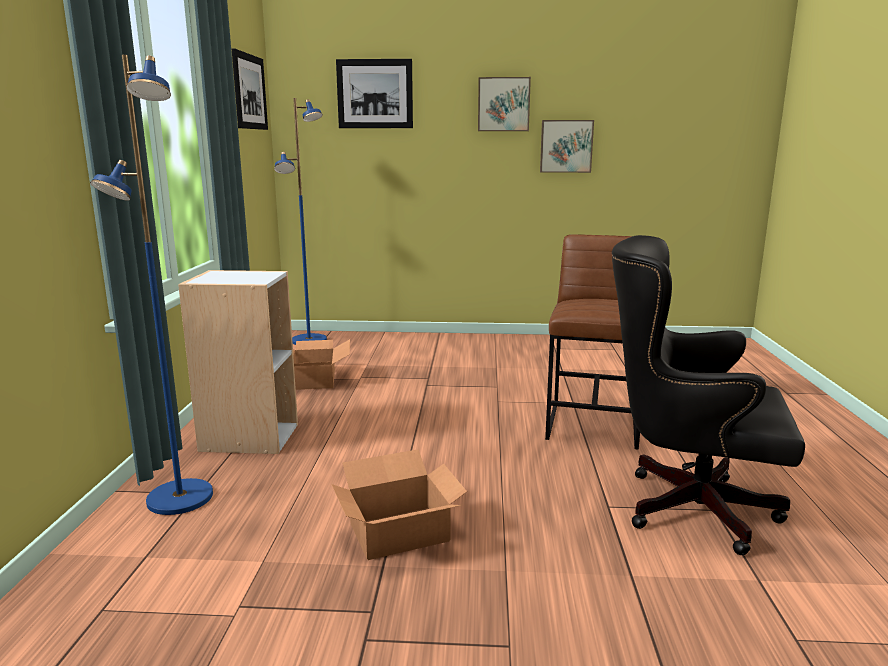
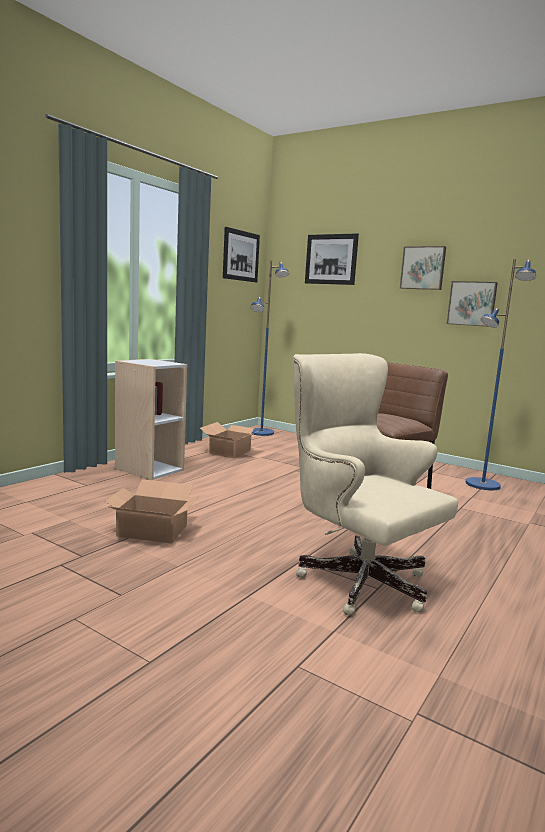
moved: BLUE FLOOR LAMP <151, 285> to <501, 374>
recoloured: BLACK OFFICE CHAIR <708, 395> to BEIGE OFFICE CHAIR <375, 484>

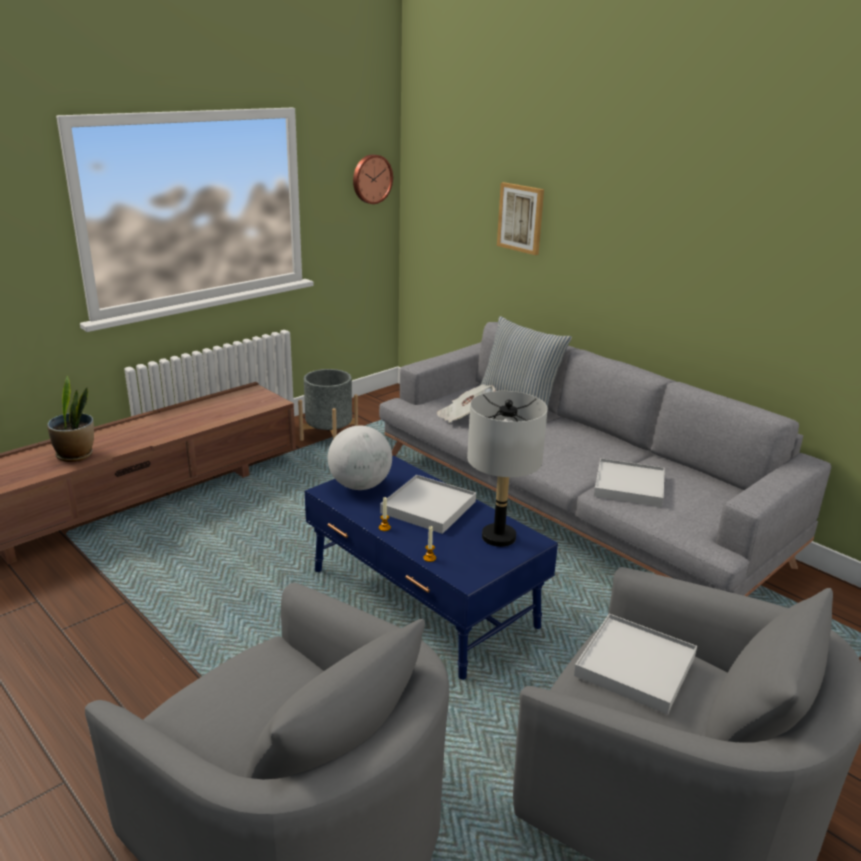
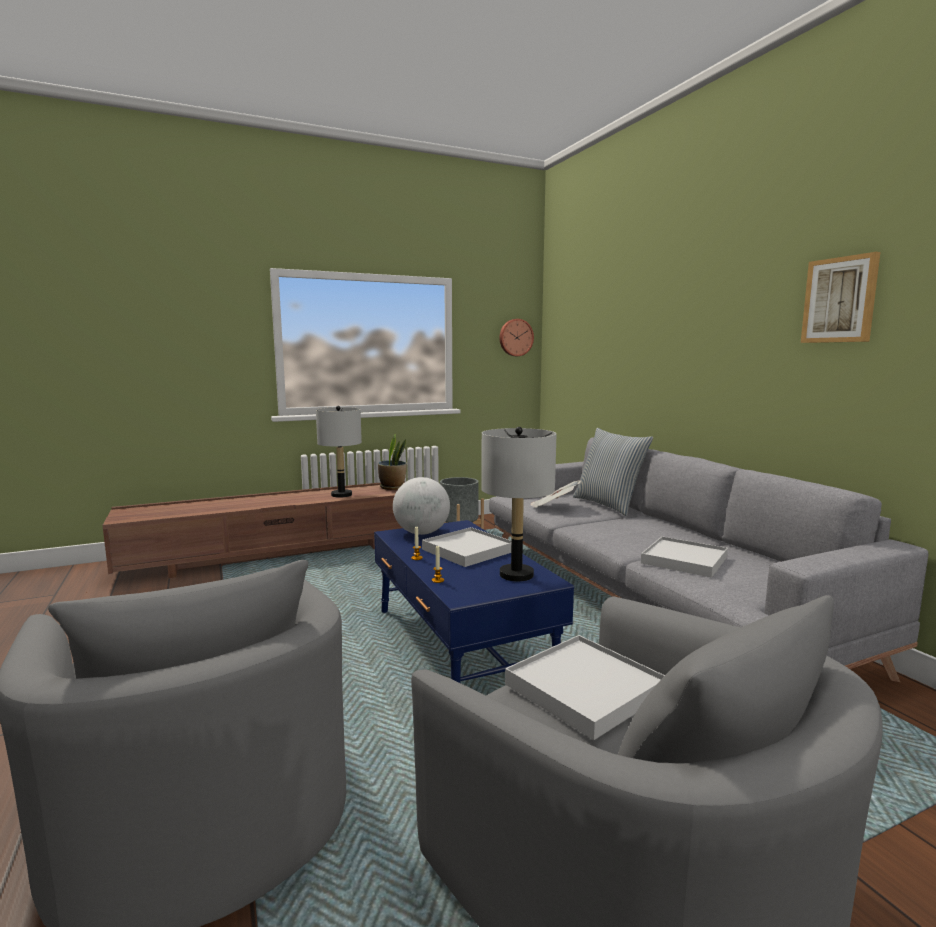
added: GREY TABLE LAMP <339, 451>
moved: PICTURE <520, 218> to <840, 297>; POTTED PLANT <70, 418> to <392, 462>

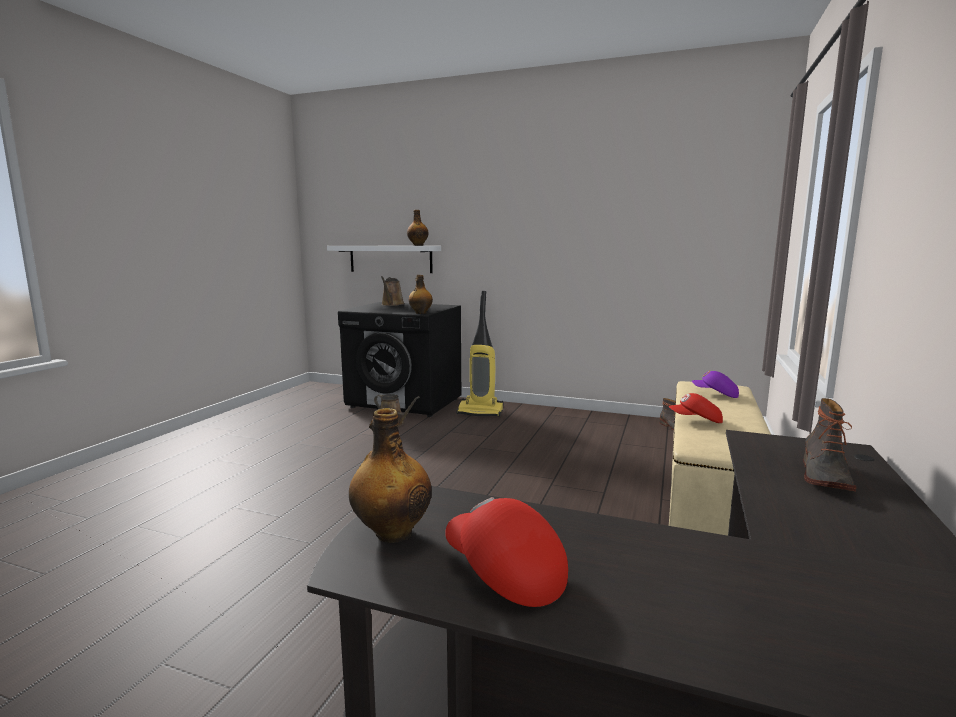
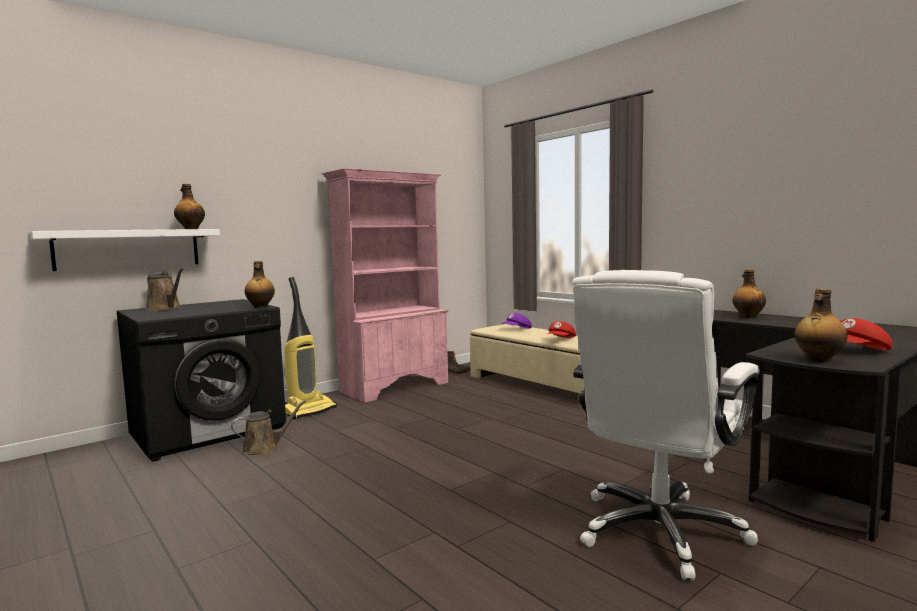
added: PINK BOOKCASE <384, 285>; WHITE OFFICE CHAIR <666, 425>
replaced: BOOT <830, 444> to BOTTLE <749, 293>

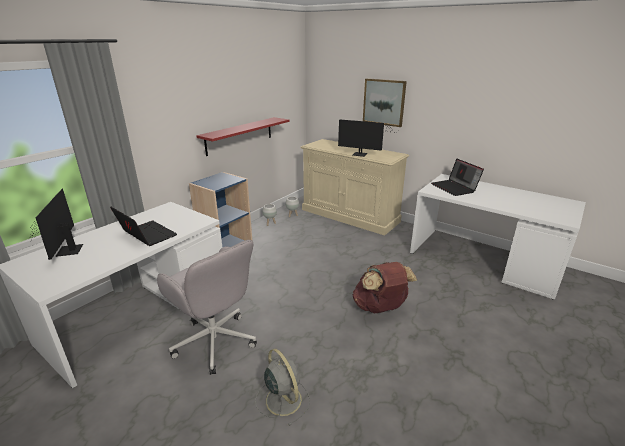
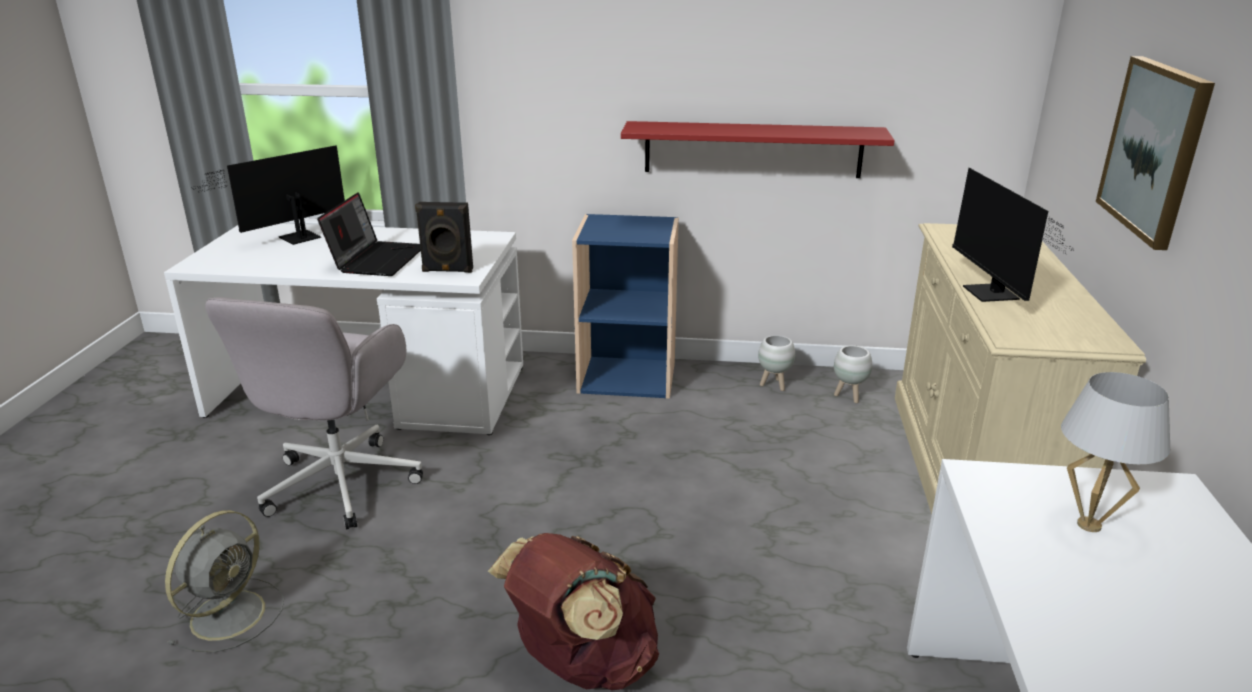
added: BLACK SPEAKER <444, 237>
replaced: LAPTOP <457, 177> to WHITE TABLE LAMP <1115, 452>

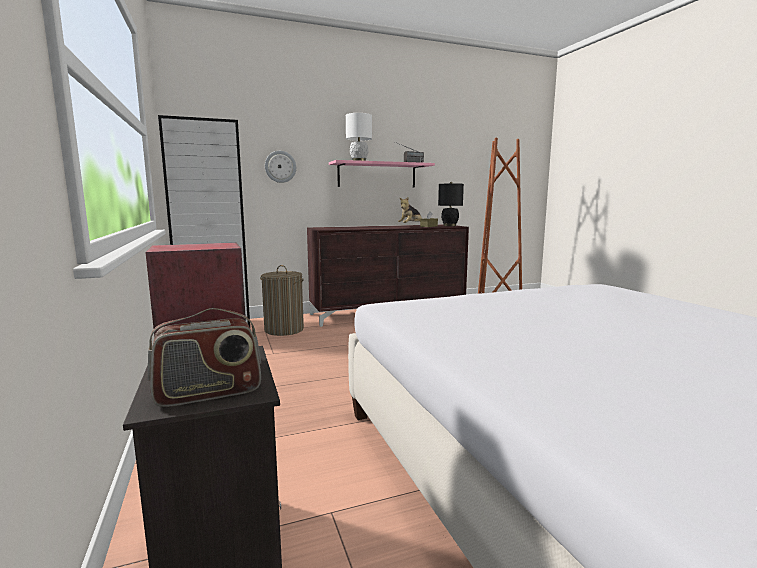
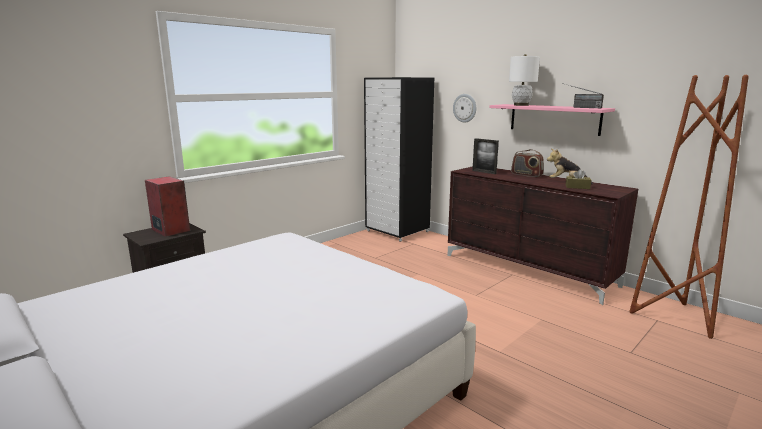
removed: BLACK TABLE LAMP <451, 204>; LAUNDRY BASKET <282, 300>
added: PICTURE FRAME <485, 156>
moved: RADIO <204, 357> to <527, 163>

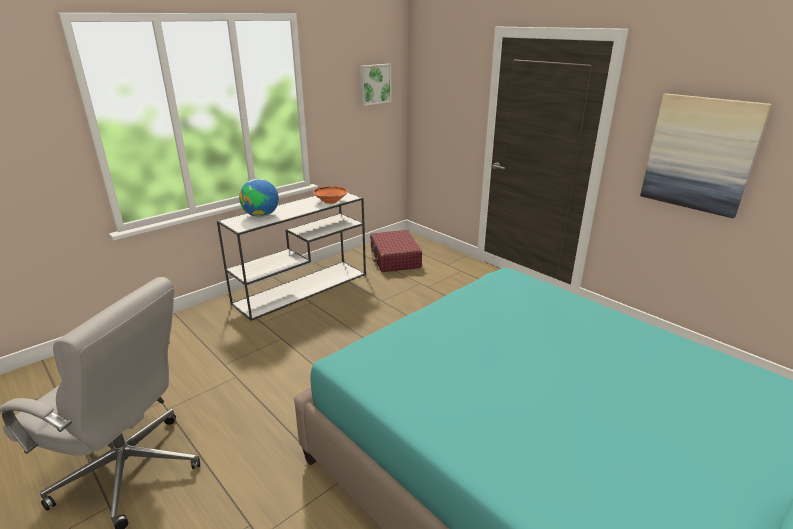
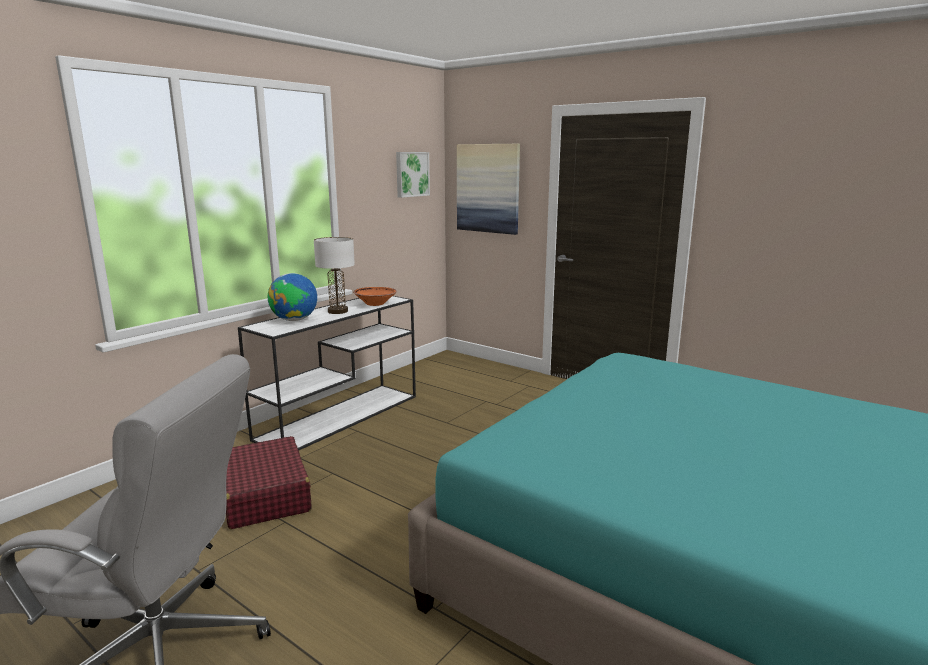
added: TABLE LAMP <334, 275>
moved: PICTURE <706, 156> to <488, 189>; RED SUITCASE <396, 251> to <269, 482>

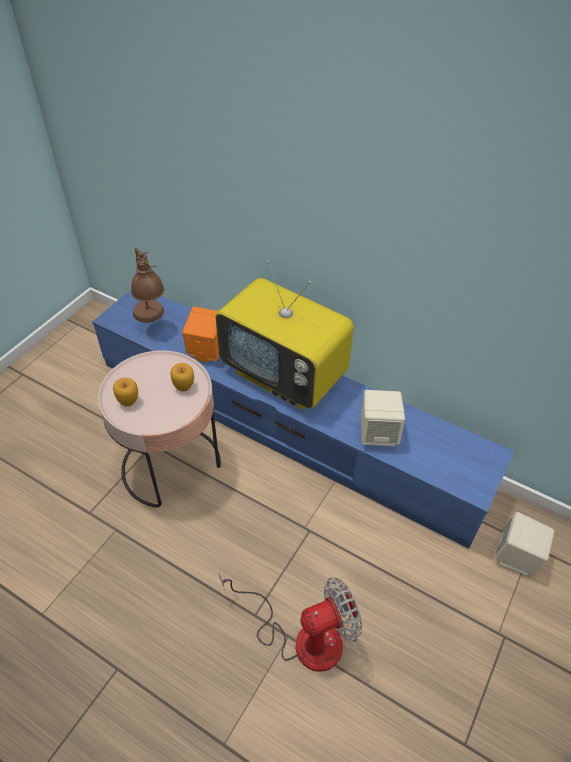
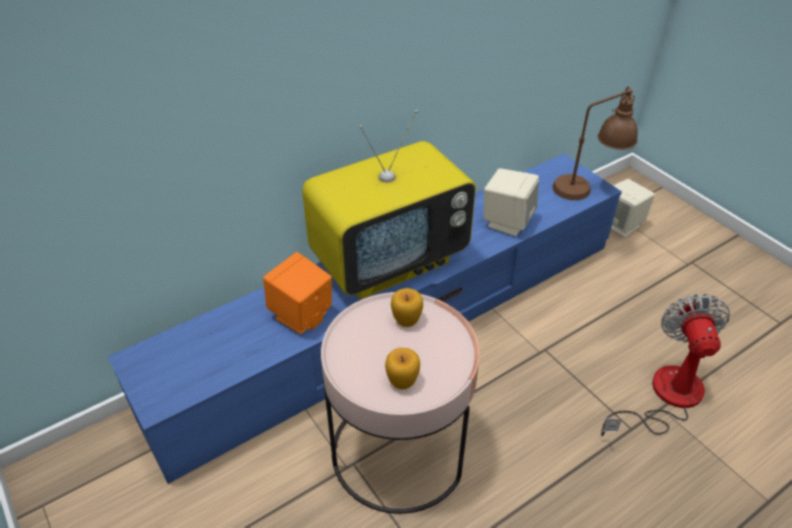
moved: BROWN TABLE LAMP <147, 285> to <595, 143>

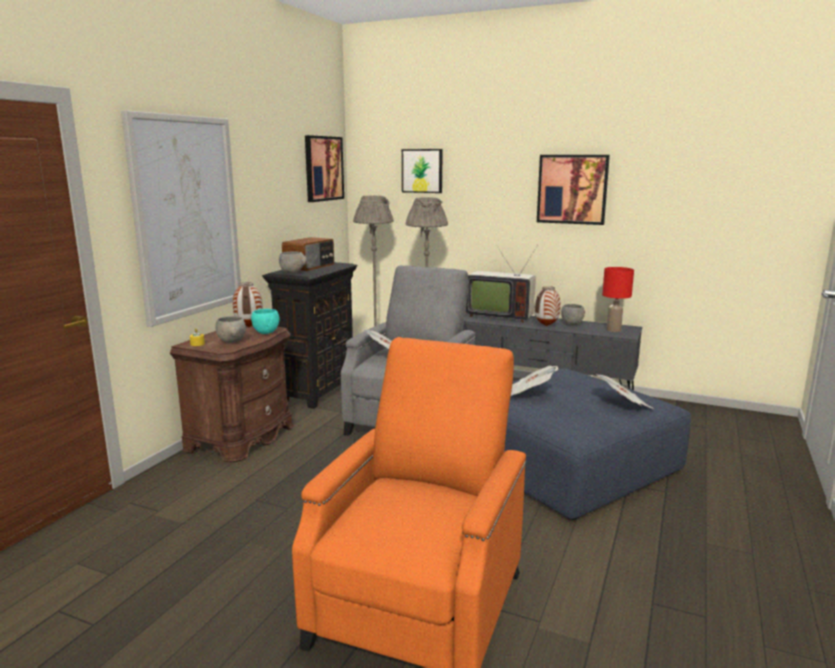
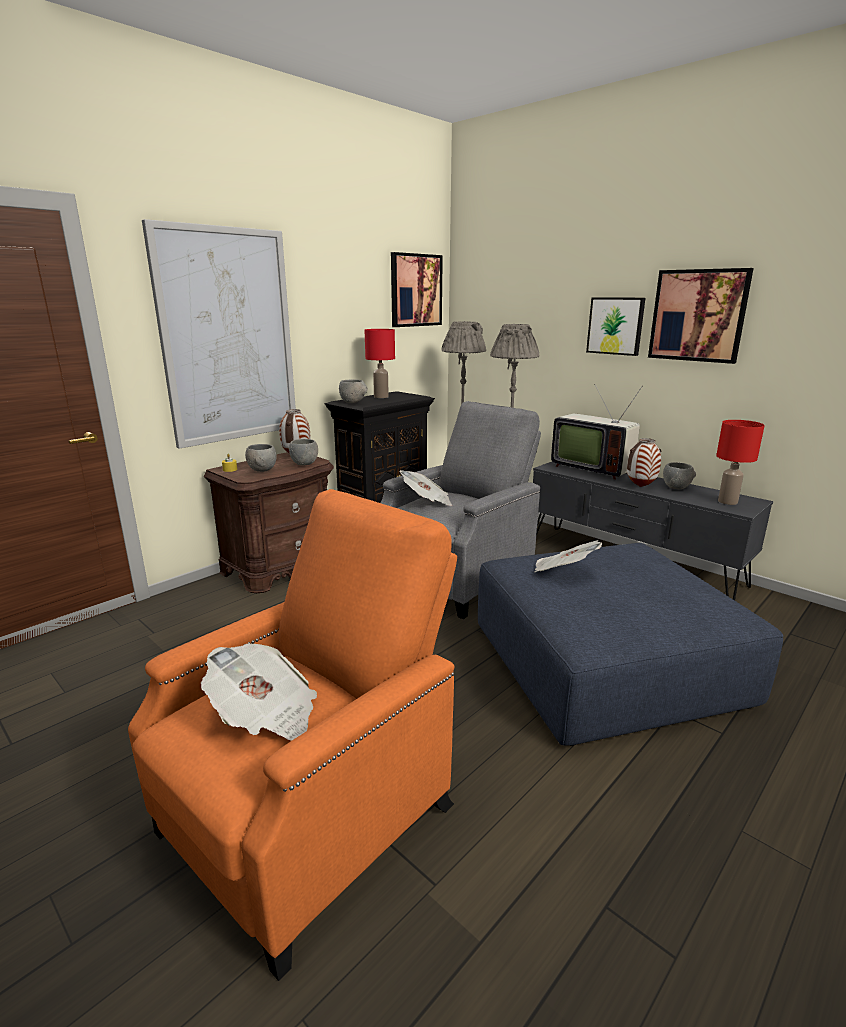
moved: PICTURE <422, 171> to <615, 326>; NEWSPAPER <625, 391> to <259, 692>
replaced: RADIO <308, 254> to RED TABLE LAMP <379, 363>
recoloured: TURQUOISE BOWL <265, 321> to GREY BOWL <303, 452>

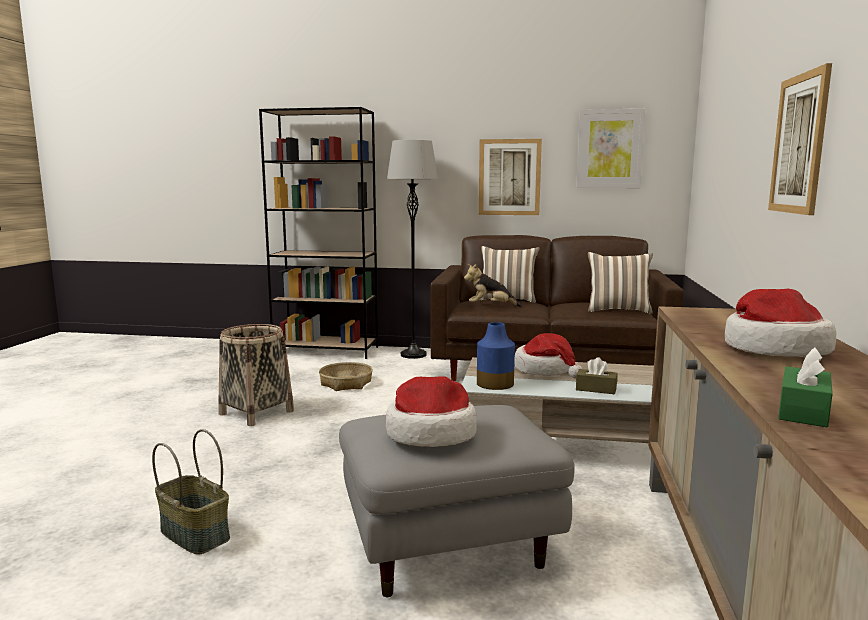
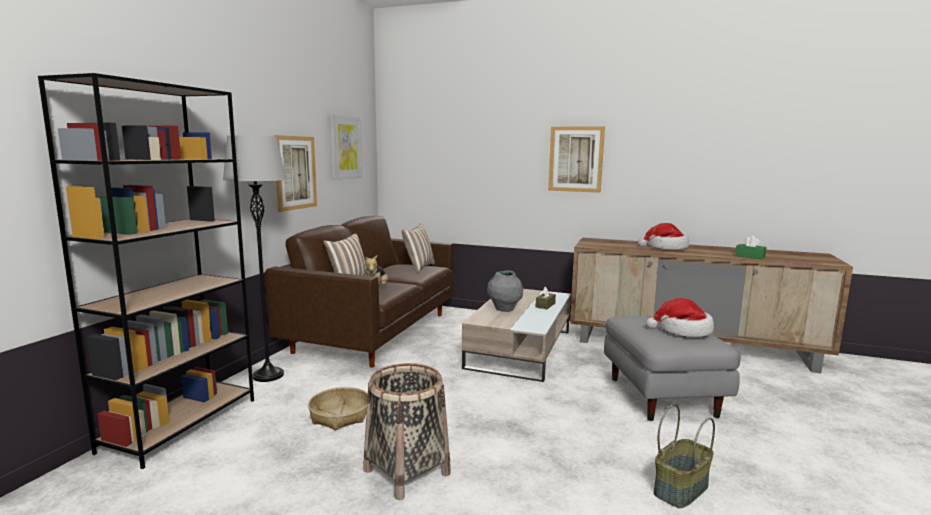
removed: BLUE VASE <496, 356>
replaced: HAT <548, 355> to GREY VASE <505, 291>

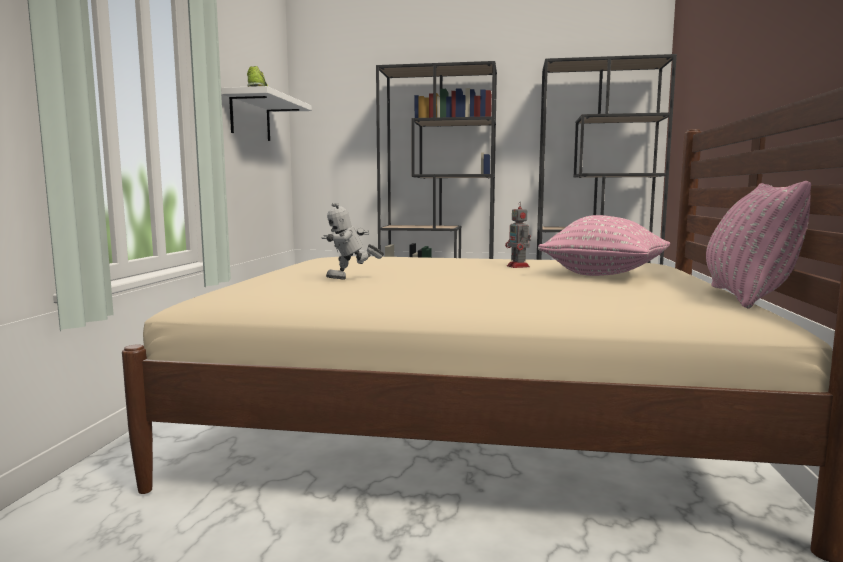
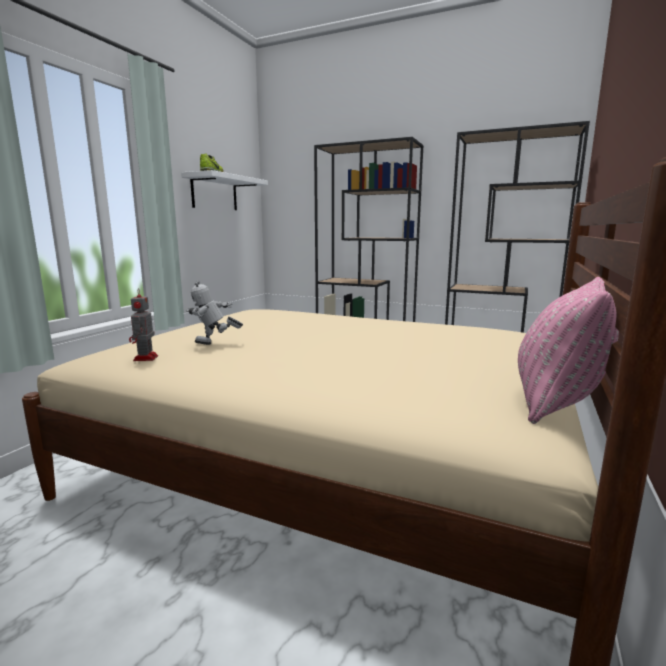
removed: PINK PILLOW <604, 245>
moved: TOY ROBOT <518, 234> to <143, 324>

